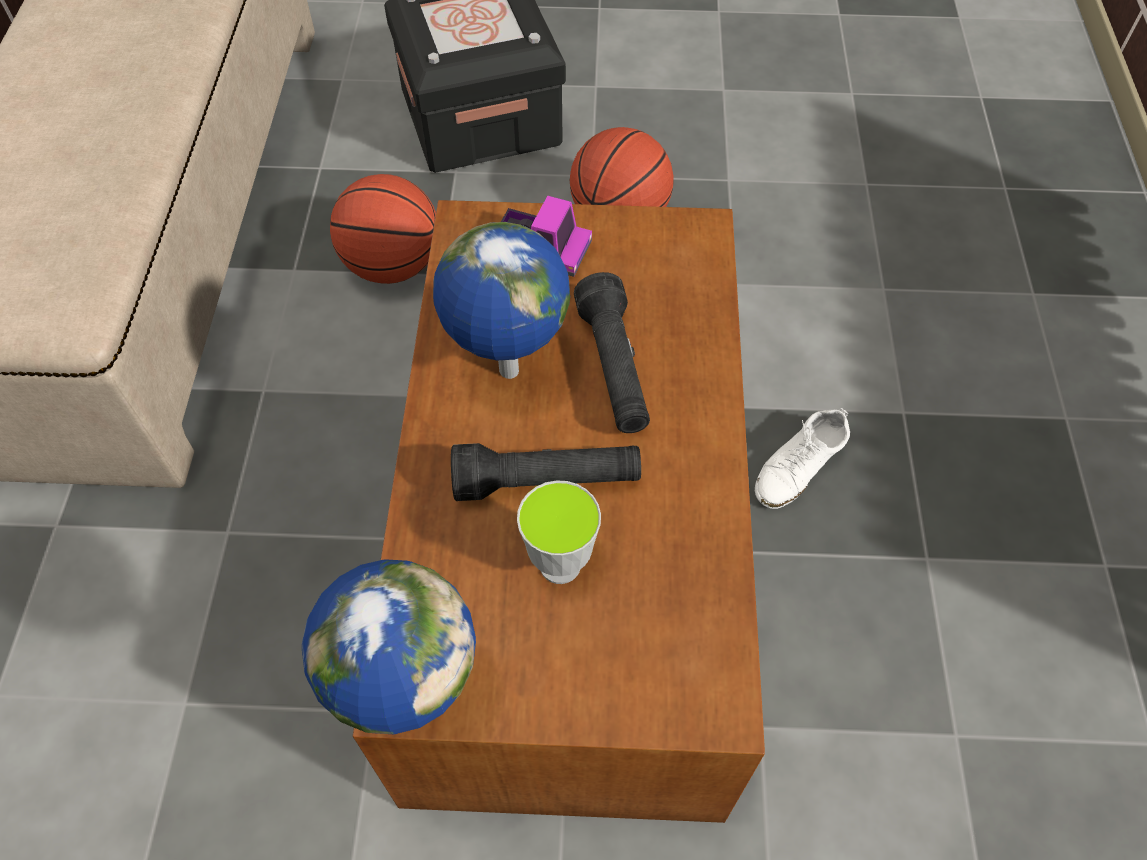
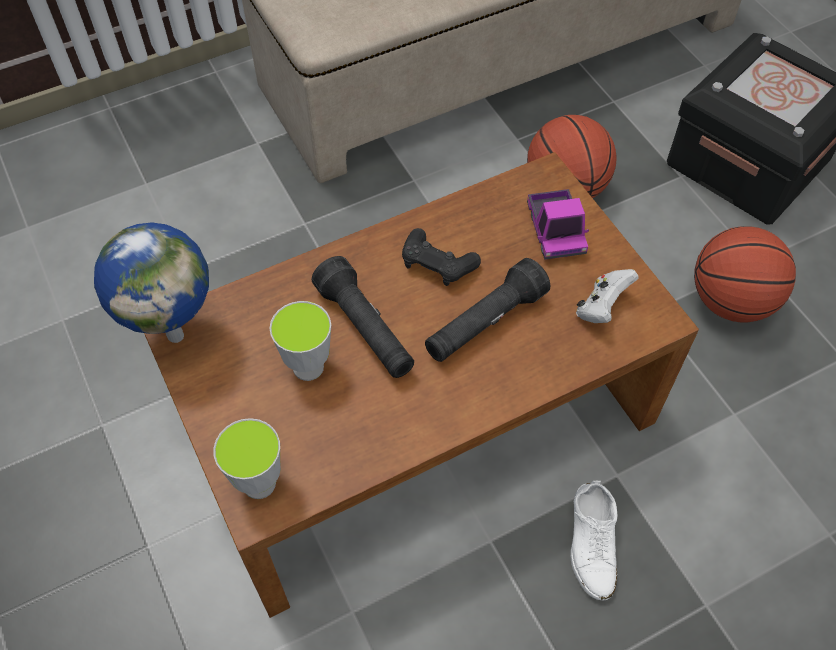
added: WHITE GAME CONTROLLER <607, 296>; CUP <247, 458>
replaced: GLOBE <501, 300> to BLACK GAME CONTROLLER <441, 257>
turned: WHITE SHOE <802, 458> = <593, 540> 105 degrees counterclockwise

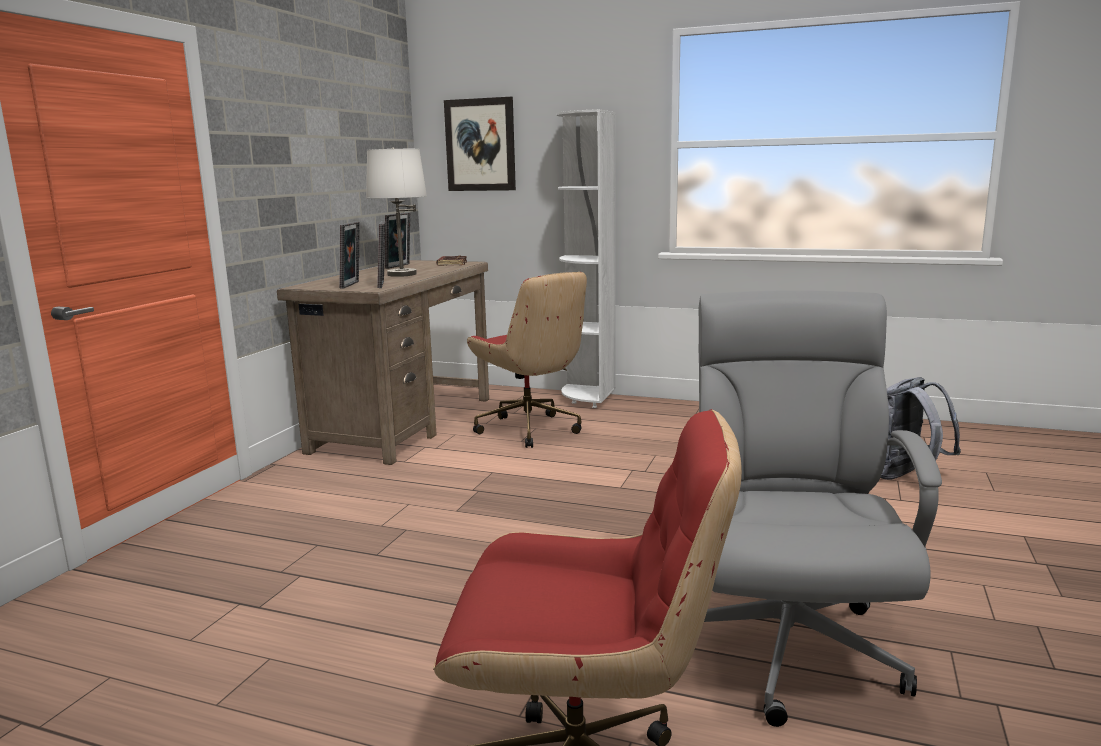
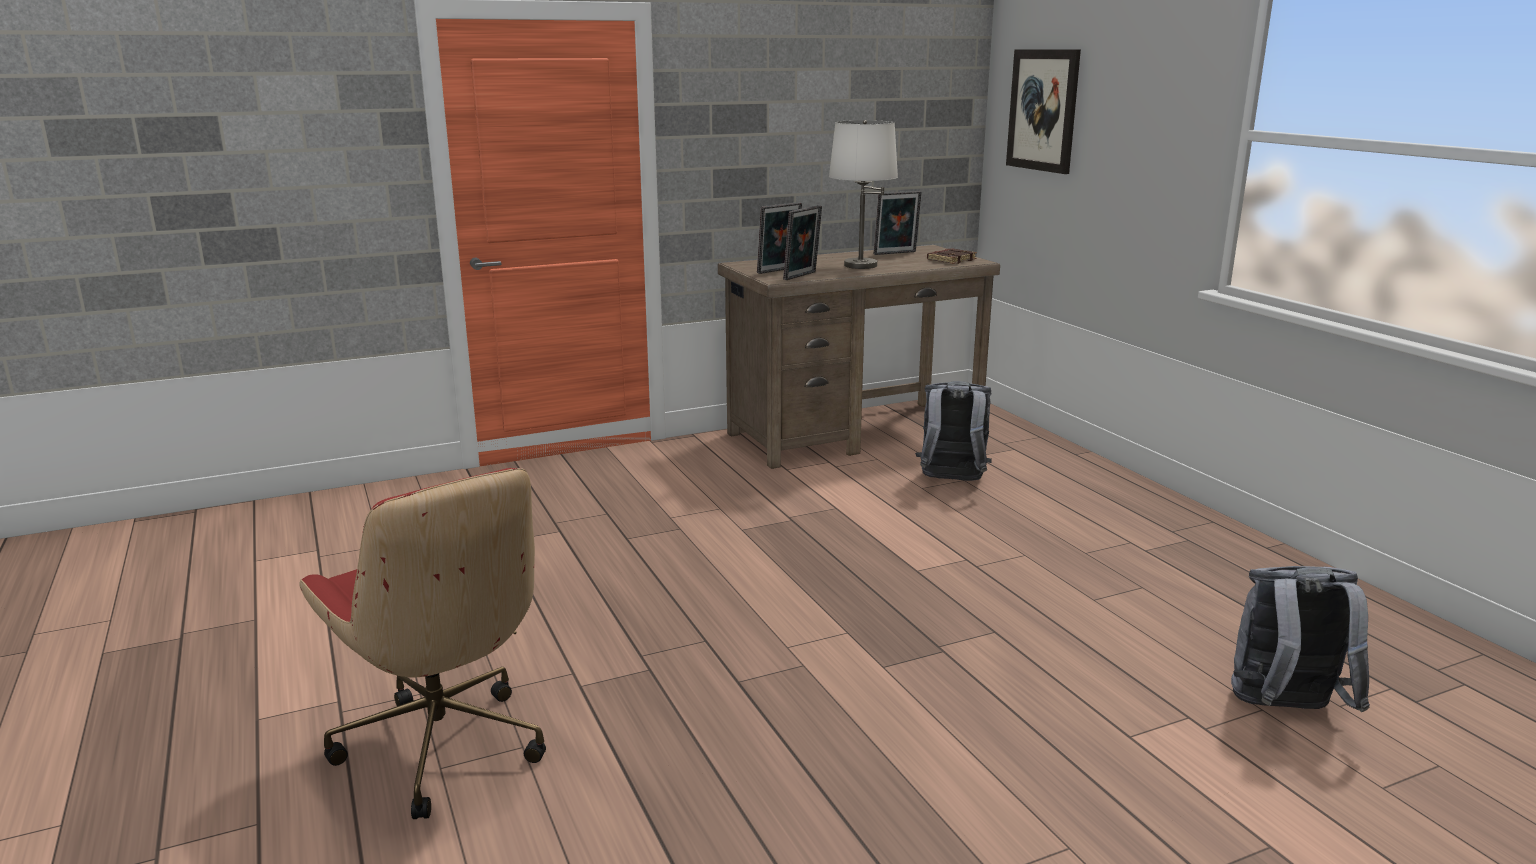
removed: WHITE BOOKCASE <586, 258>; GREY OFFICE CHAIR <820, 508>
replaced: RED OFFICE CHAIR <527, 360> to GREY BACKPACK <953, 431>

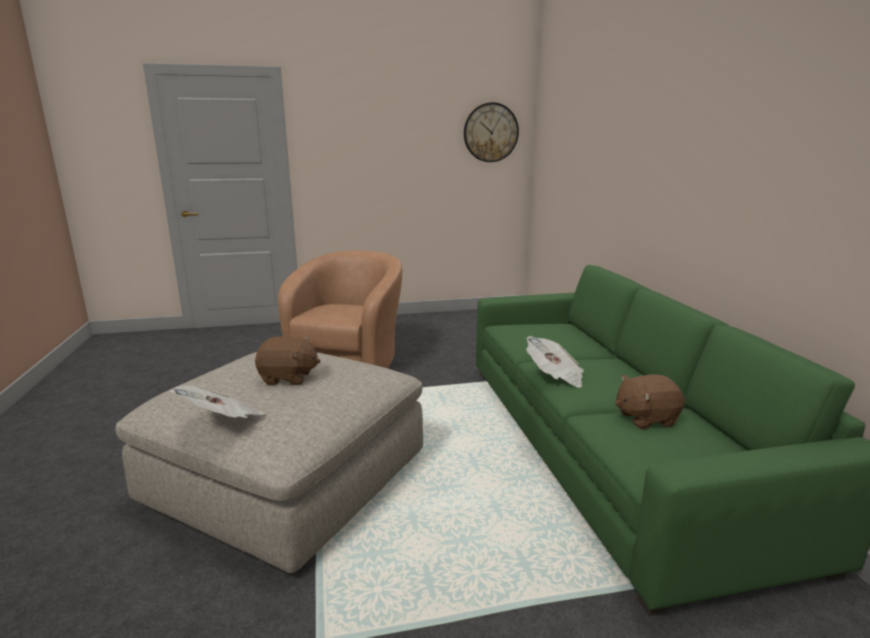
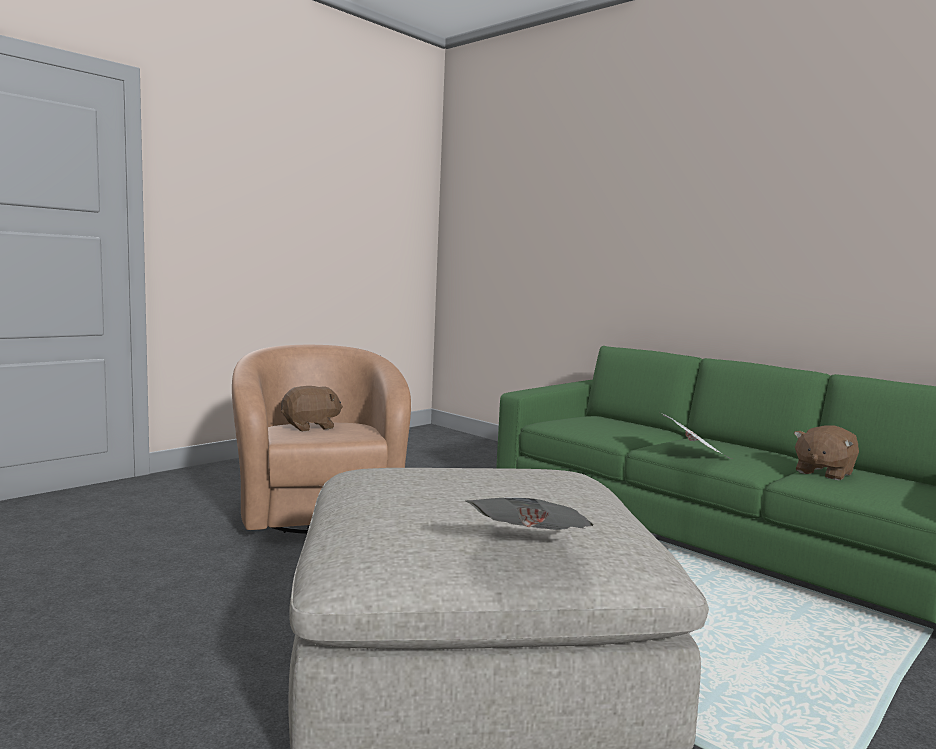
removed: WALL CLOCK <491, 132>
moved: BROWN PLUSH TOY <287, 360> to <312, 408>

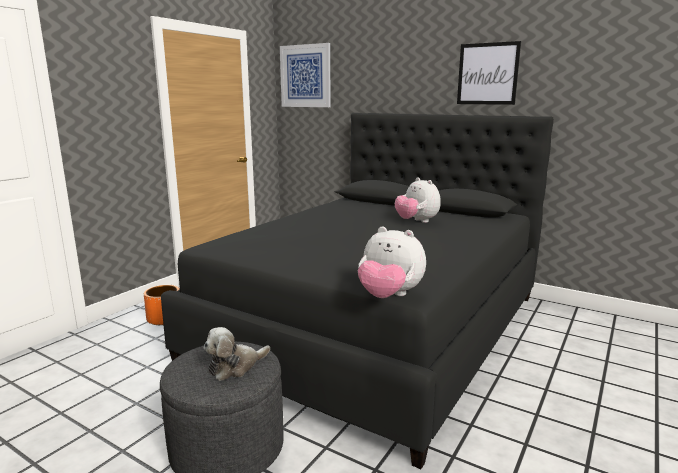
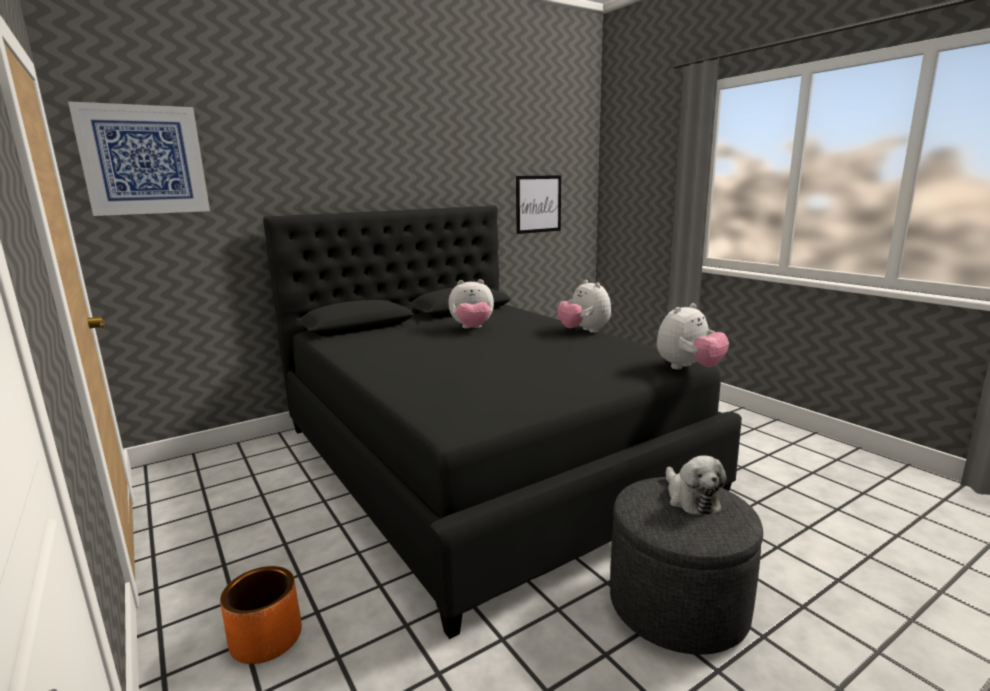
added: PLUSH TOY <584, 306>
moved: PICTURE <489, 73> to <538, 204>

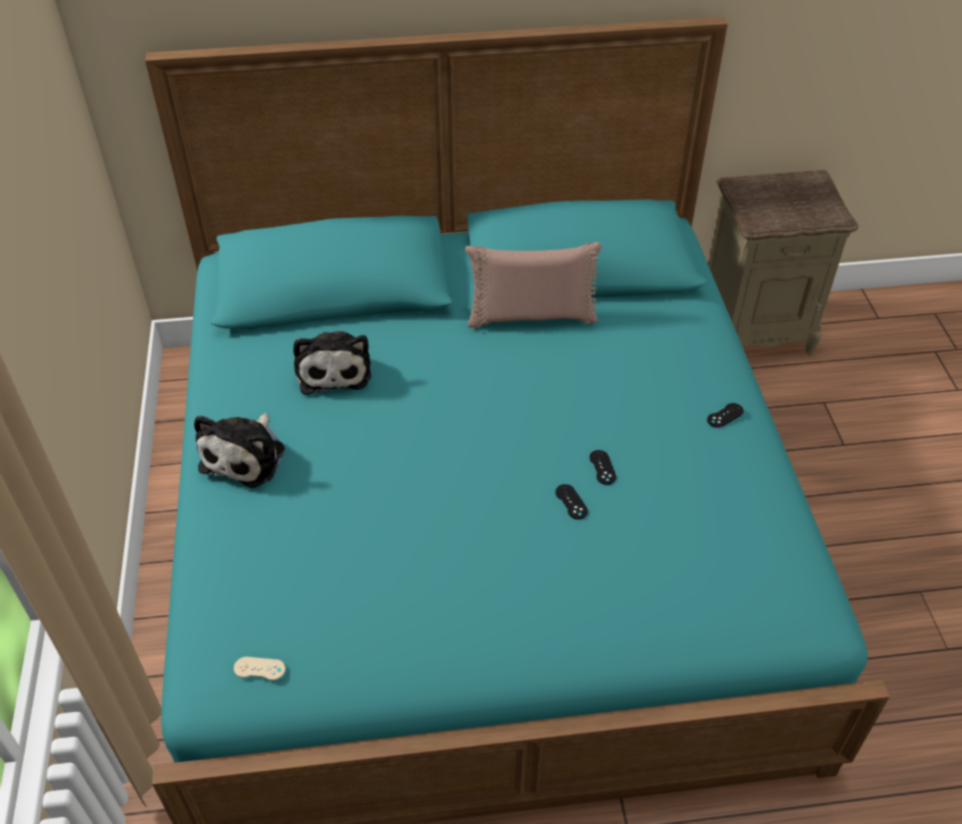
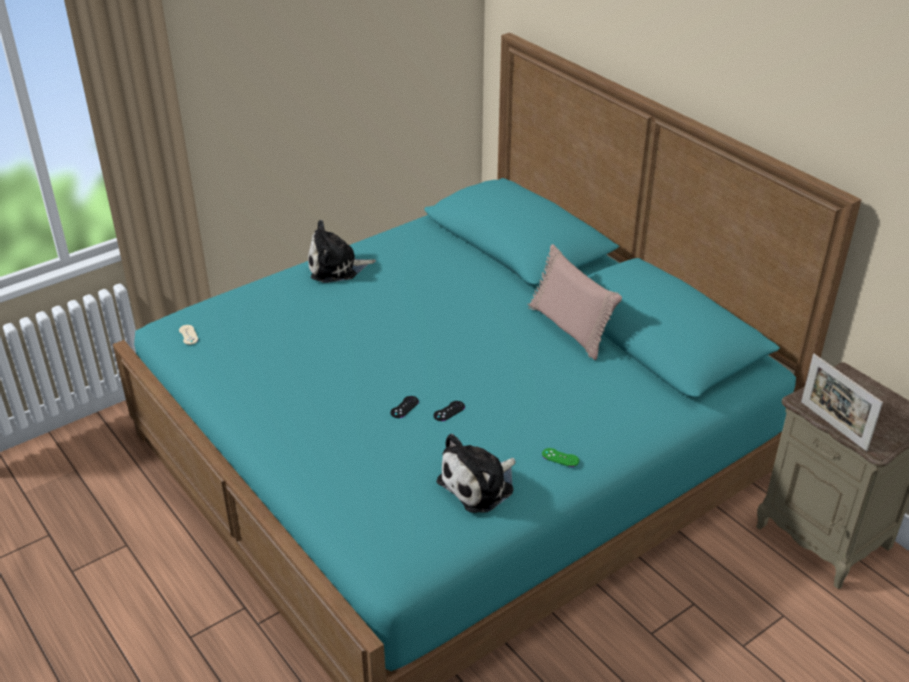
added: PICTURE FRAME <842, 402>
moved: PLUSH TOY <332, 363> to <476, 473>
recoloured: BLACK GAME CONTROLLER <725, 415> to GREEN GAME CONTROLLER <560, 457>

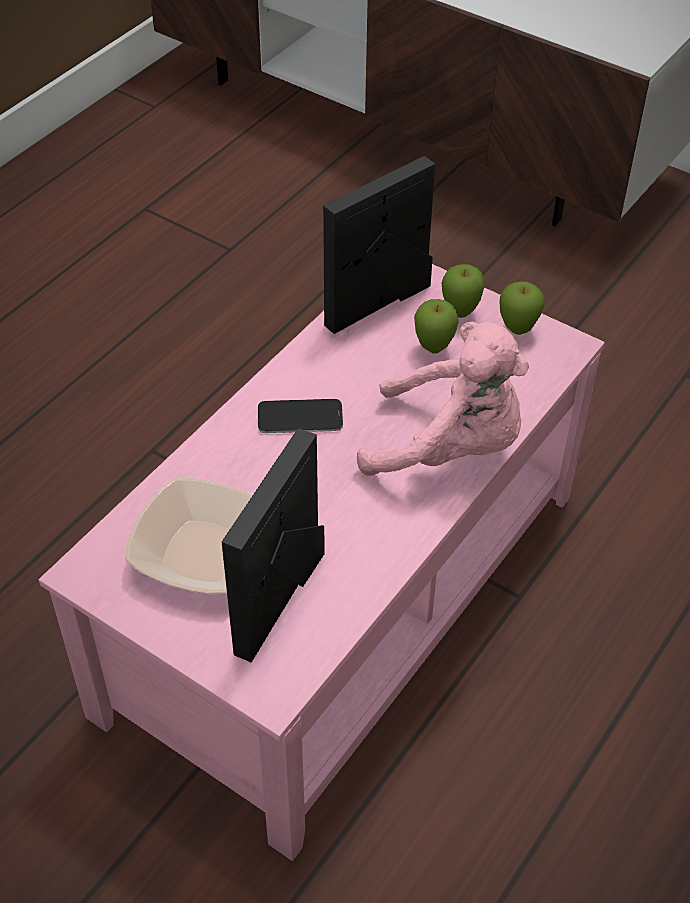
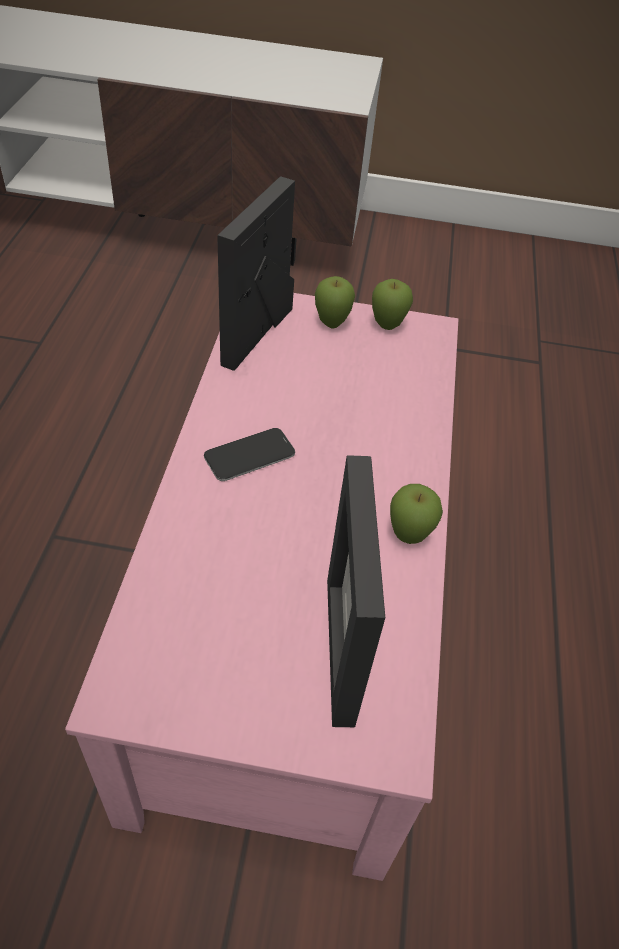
removed: PINK PLUSH TOY <443, 399>; BOWL <189, 536>
moved: APPLE <436, 326> to <416, 514>

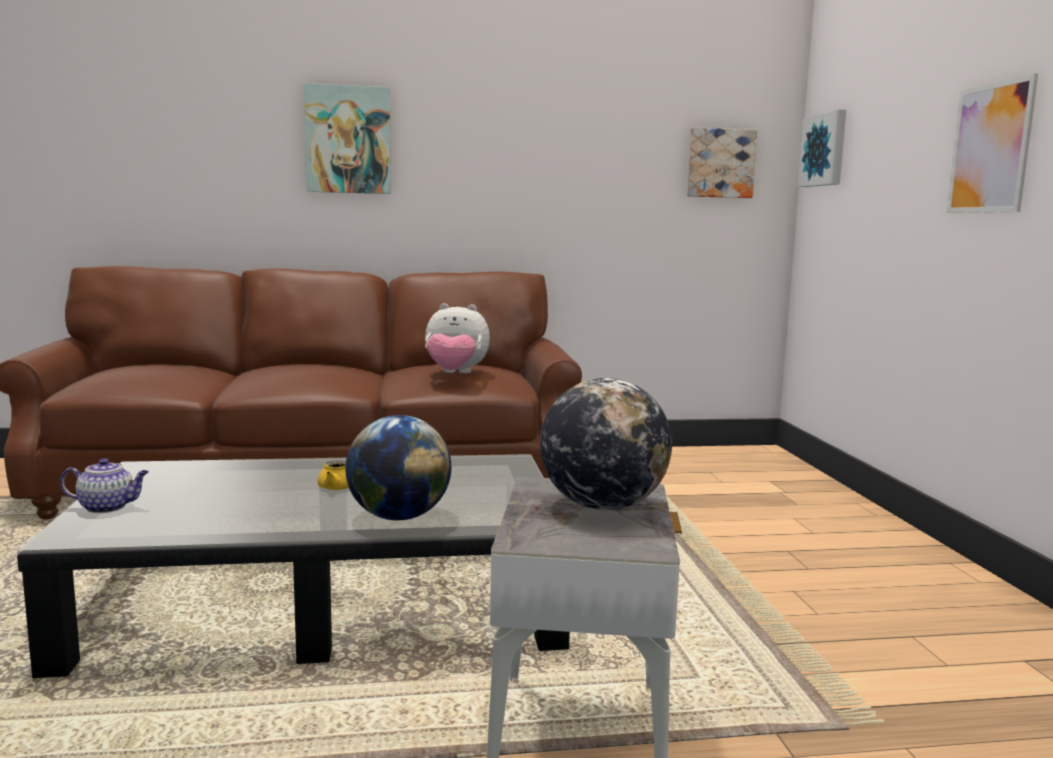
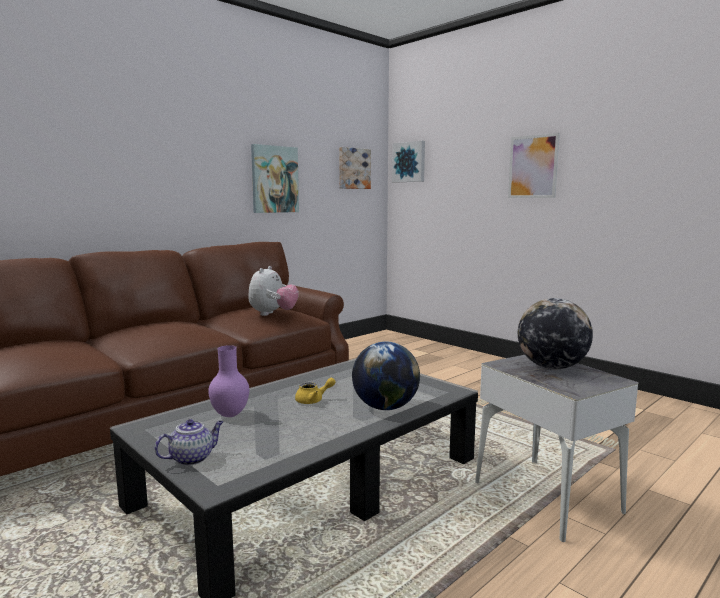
added: PURPLE VASE <228, 381>
moved: PICTURE <347, 138> to <275, 178>
turned: PLUSH TOY <457, 338> = <273, 291> 45 degrees counterclockwise

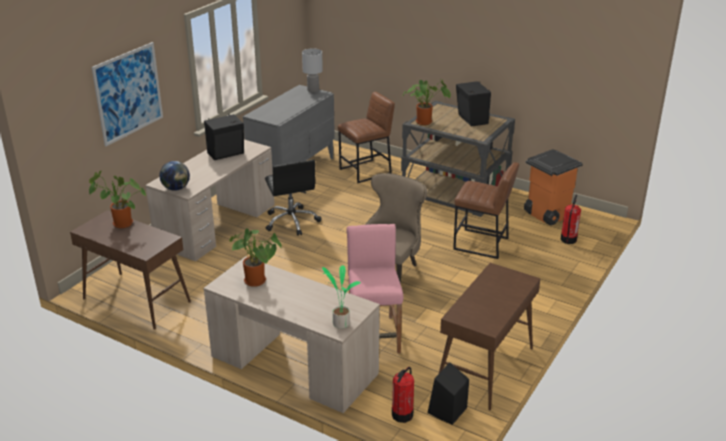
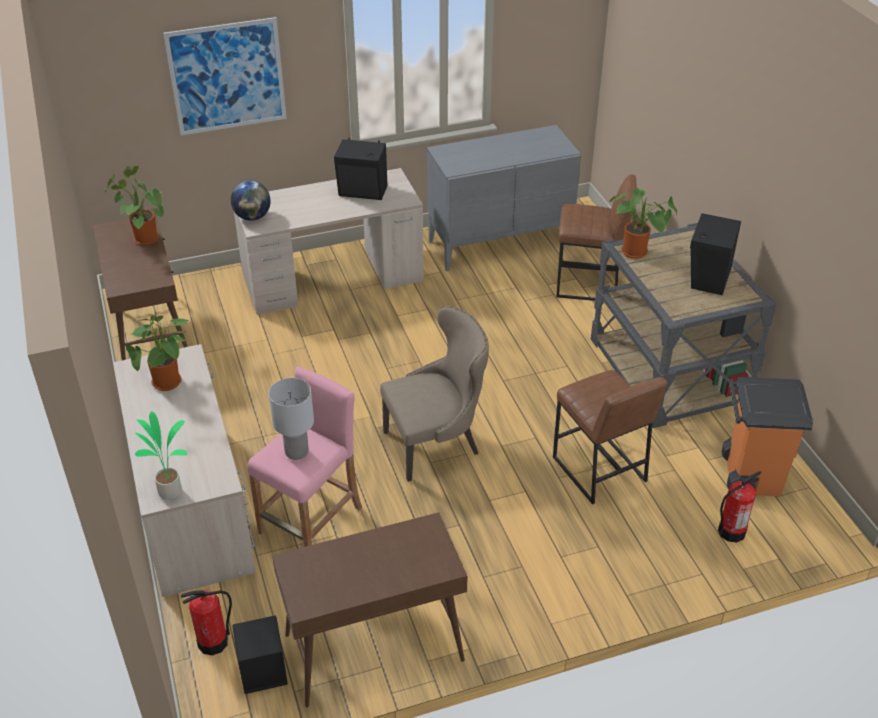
removed: BLACK OFFICE CHAIR <293, 198>
moved: GREY TABLE LAMP <312, 71> to <291, 419>

